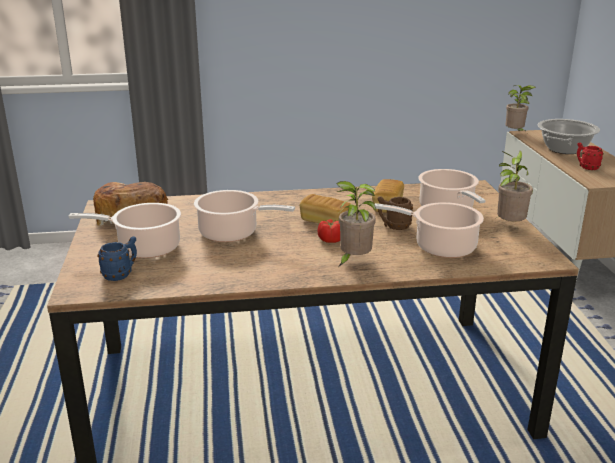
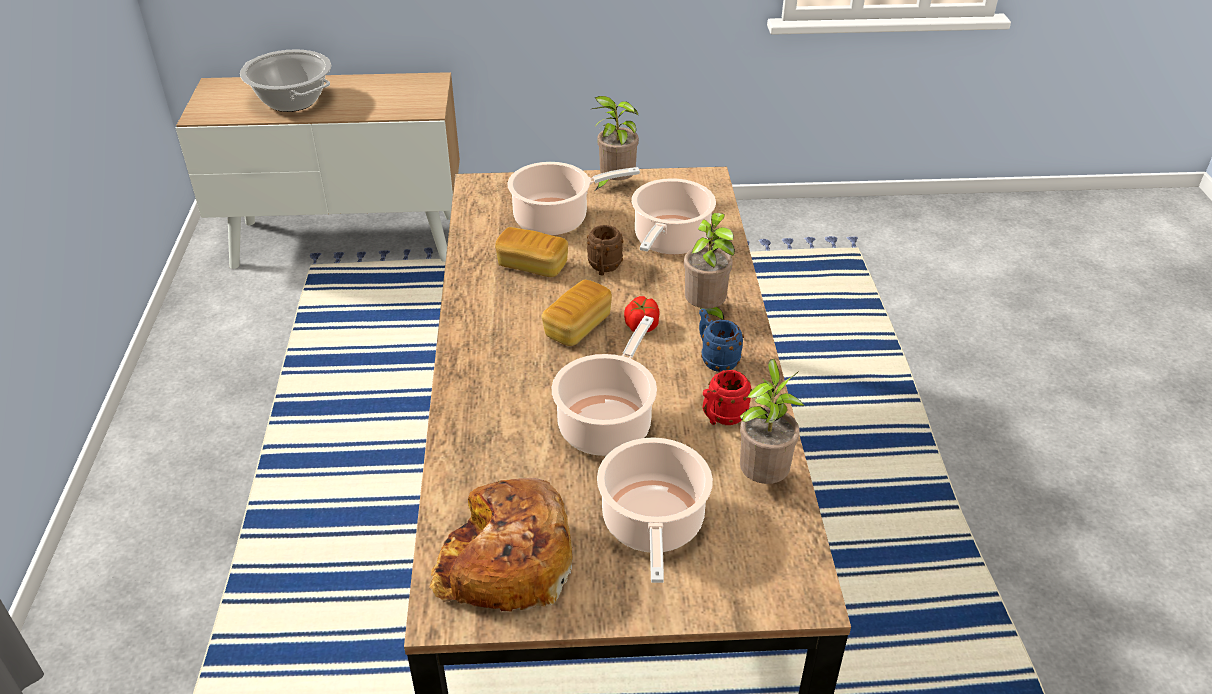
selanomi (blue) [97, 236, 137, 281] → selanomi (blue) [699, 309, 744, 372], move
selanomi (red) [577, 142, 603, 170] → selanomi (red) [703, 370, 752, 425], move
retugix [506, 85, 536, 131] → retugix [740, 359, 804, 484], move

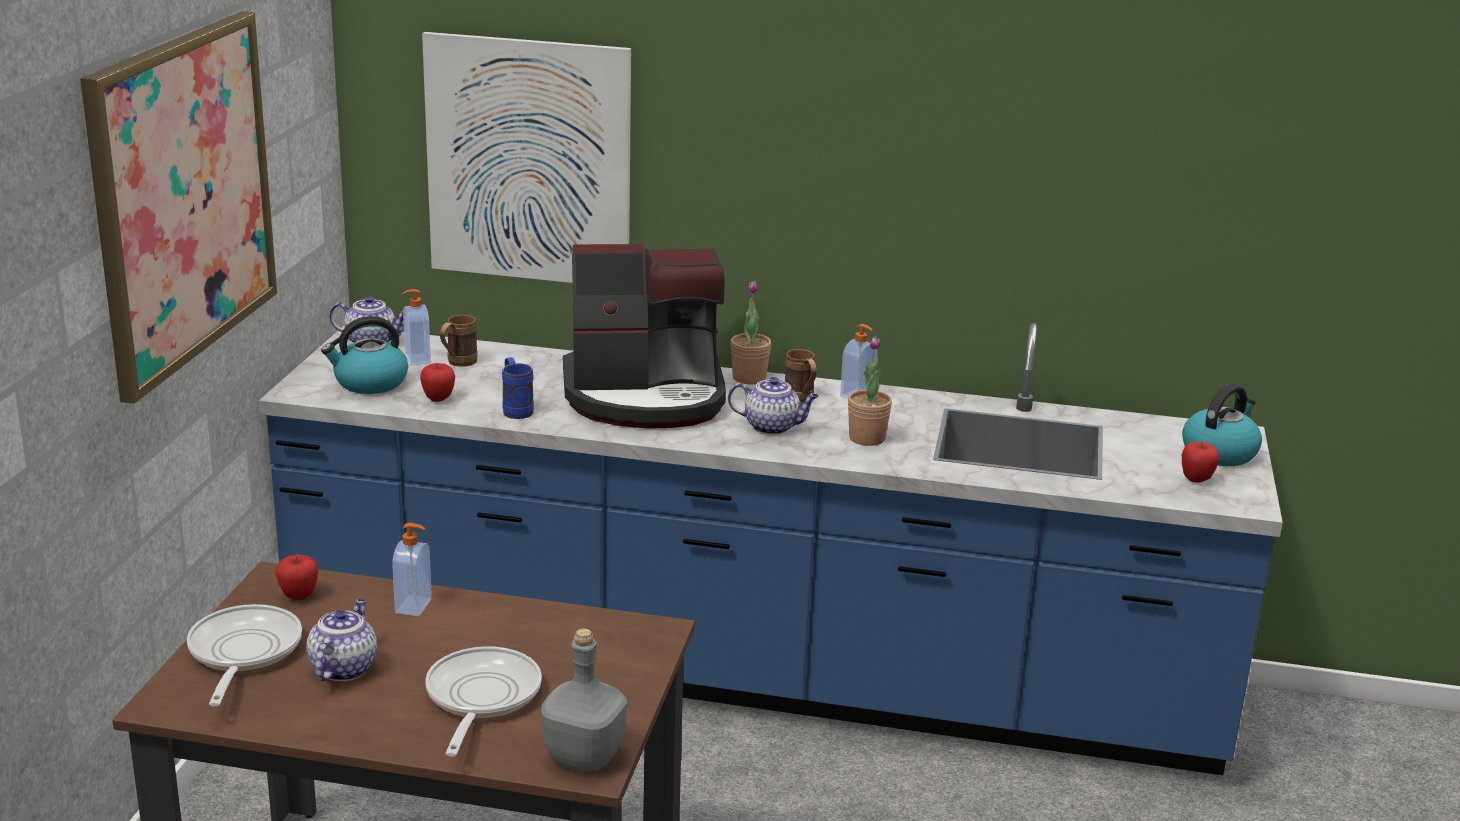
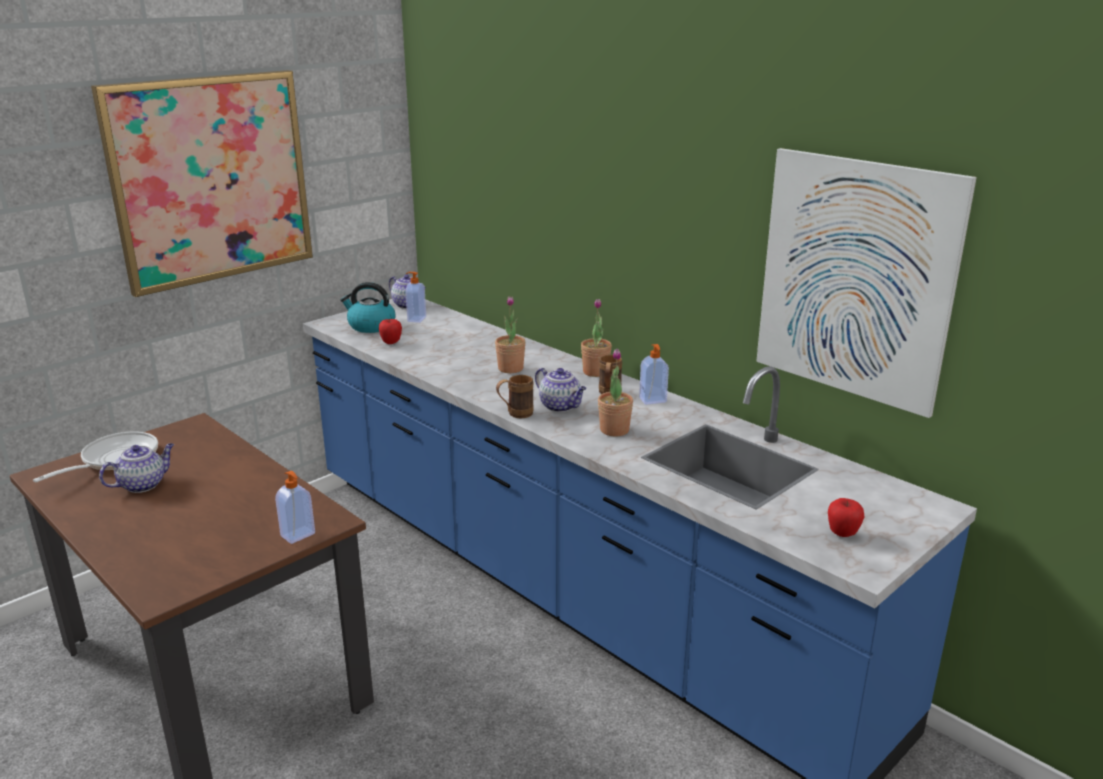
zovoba [392, 523, 432, 616] → zovoba [275, 471, 315, 544], move
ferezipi [563, 244, 726, 429] → retugix [495, 296, 526, 373]
selanomi (brown) [440, 315, 478, 367] → selanomi (brown) [496, 375, 533, 418], move
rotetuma [422, 32, 631, 283] → rotetuma [756, 148, 977, 418], move
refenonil [275, 555, 318, 600] → -
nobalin [425, 646, 542, 756] → -
selanomi (blue) [502, 357, 534, 419] → -
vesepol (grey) [541, 629, 627, 771] → -
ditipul [1182, 384, 1262, 466] → -

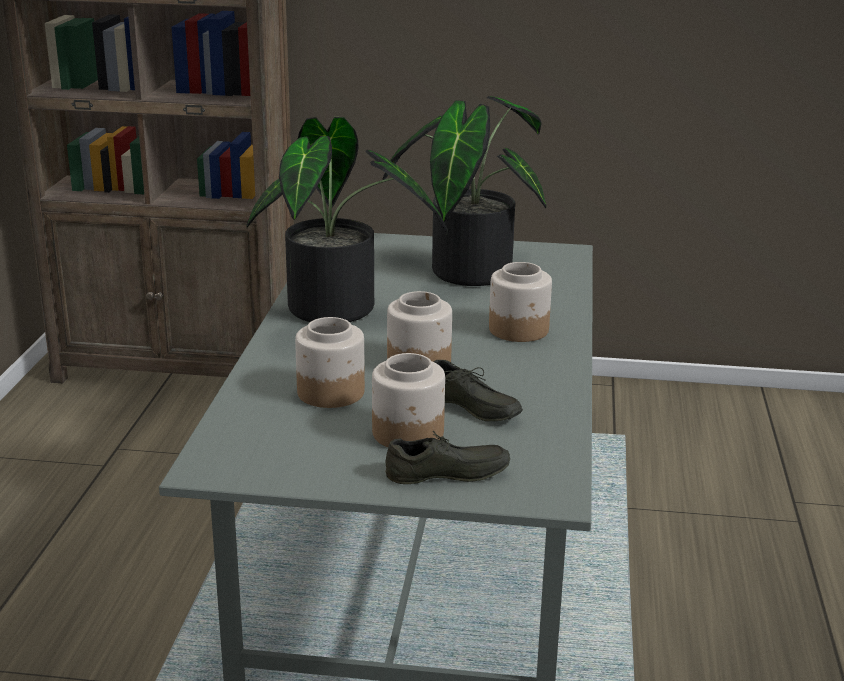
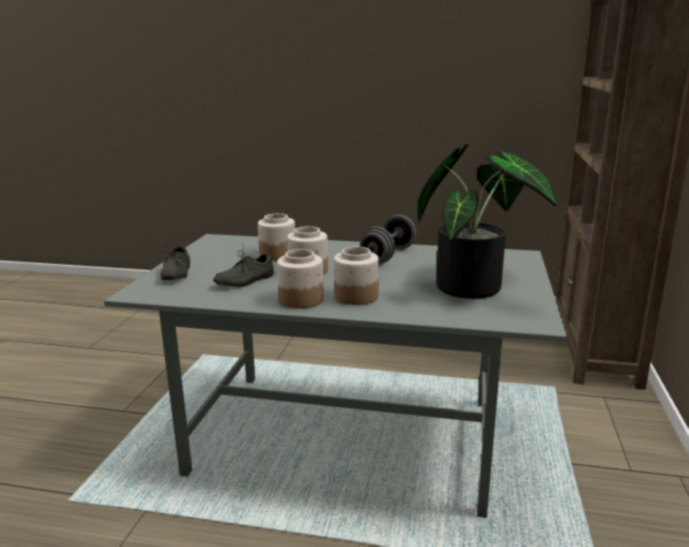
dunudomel [372, 353, 445, 447] → dunudomel [277, 249, 324, 309], move
retugix [246, 117, 448, 322] → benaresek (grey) [360, 215, 416, 264]

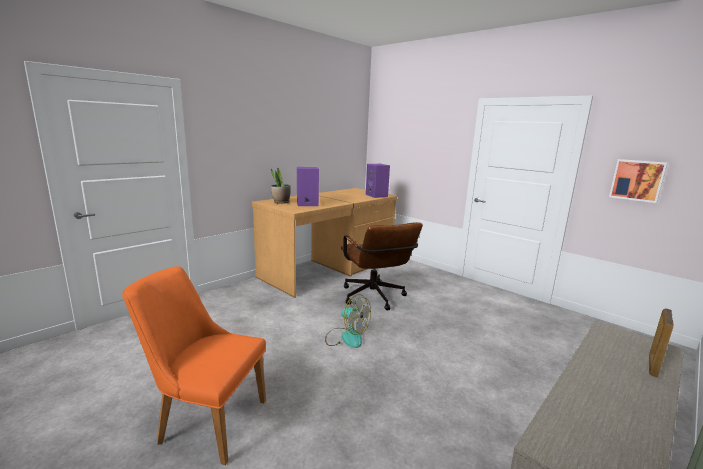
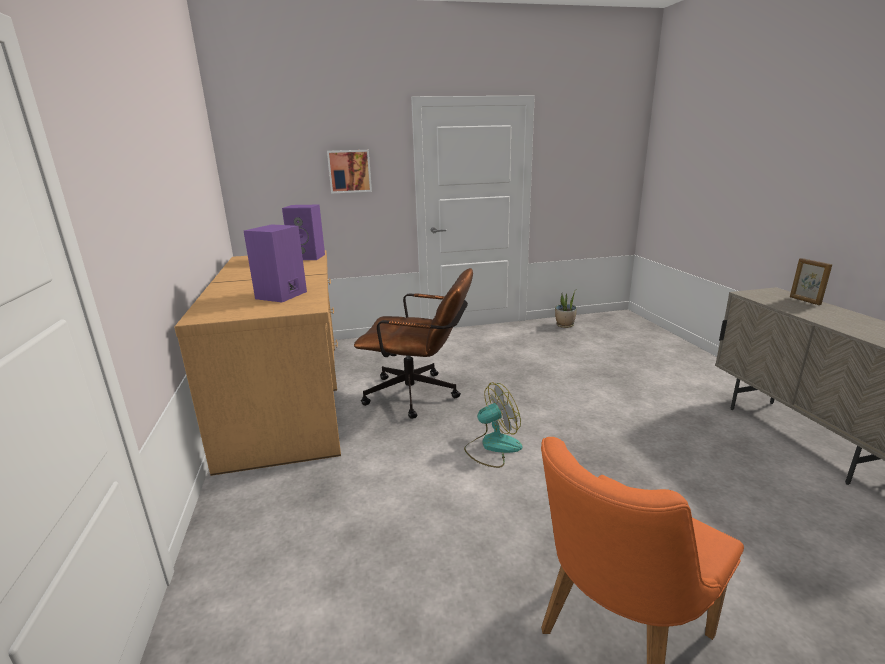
rotetuma [609, 159, 667, 203] → rotetuma [327, 150, 372, 194], move
retugix [271, 167, 291, 204] → retugix [555, 291, 577, 328], move

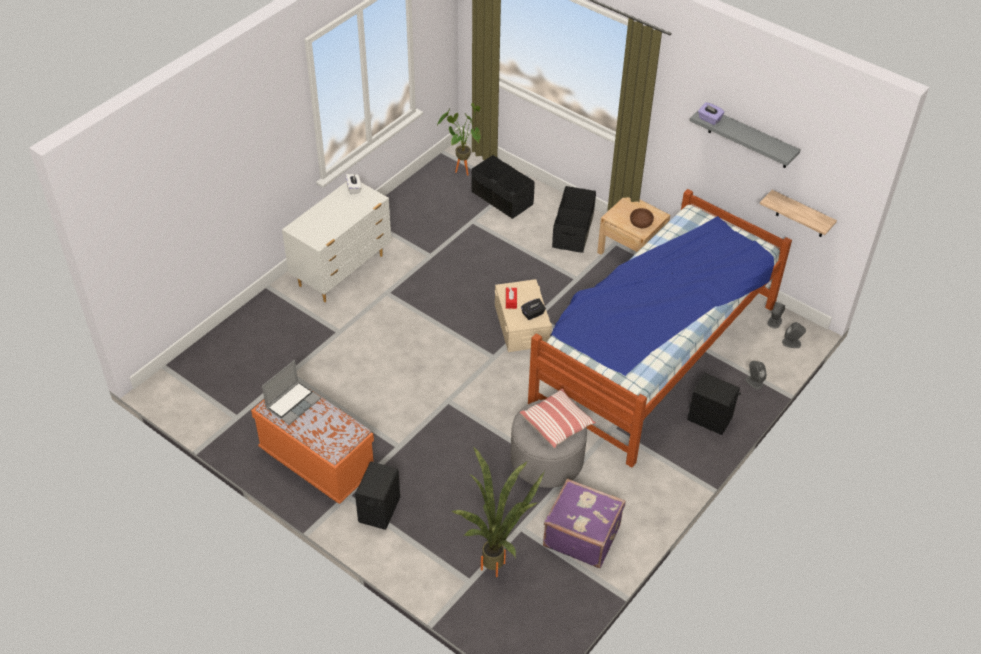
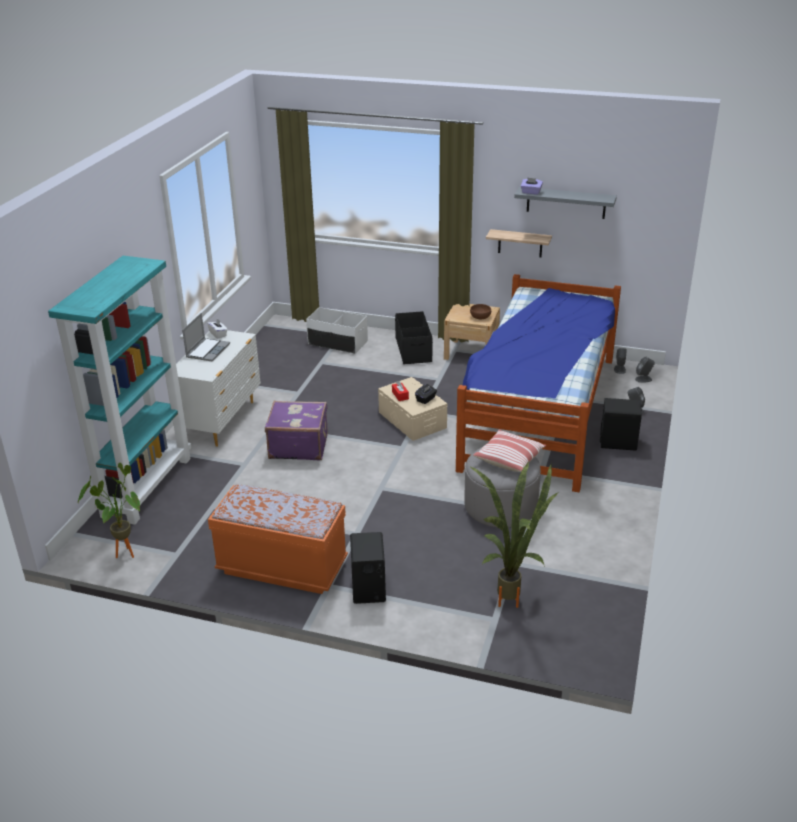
- → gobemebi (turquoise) [48, 256, 191, 525]
retugix [437, 103, 480, 176] → retugix [78, 463, 140, 558], move
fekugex [262, 360, 321, 425] → fekugex [182, 313, 230, 362], move
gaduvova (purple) [543, 478, 626, 568] → gaduvova (purple) [265, 401, 328, 460], move
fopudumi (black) [471, 155, 534, 219] → fopudumi (white) [306, 307, 368, 354]
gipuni [760, 190, 837, 237] → gipuni [486, 229, 552, 257], move

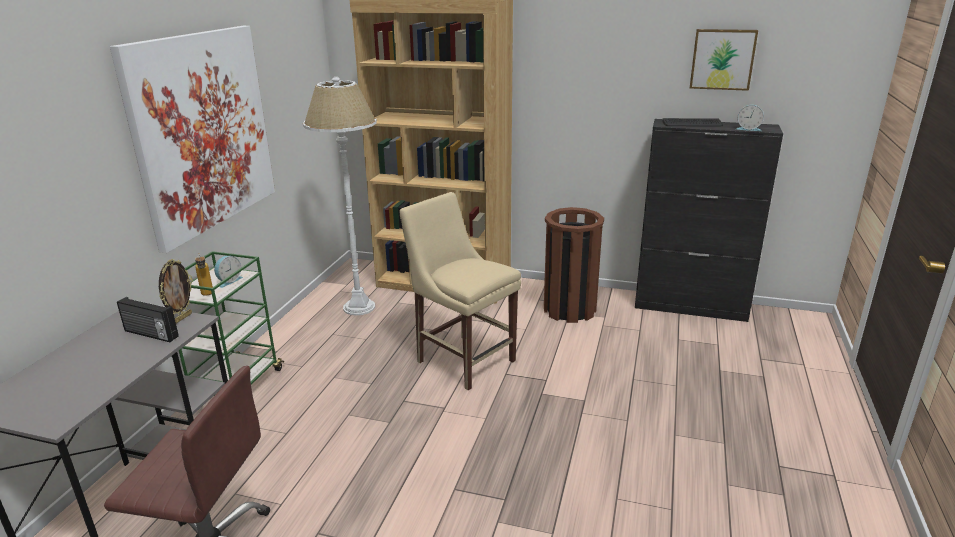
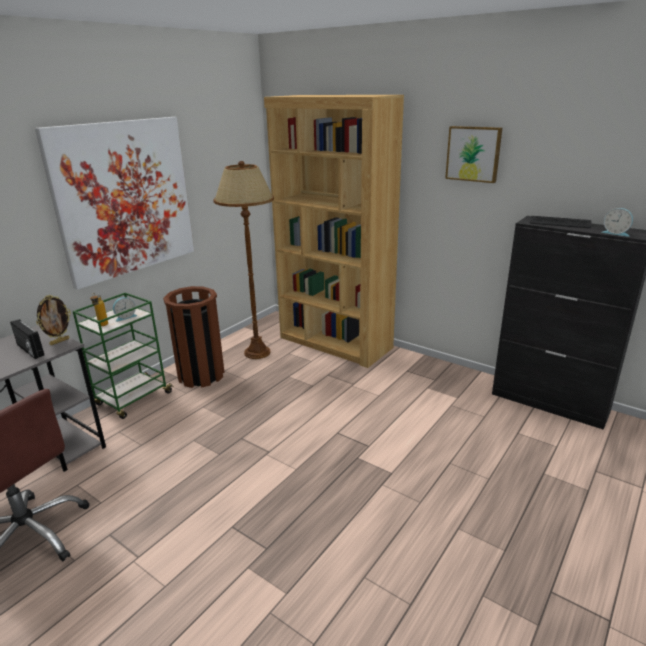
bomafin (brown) [544, 207, 604, 323] → bomafin (brown) [163, 286, 225, 388], move
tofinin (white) [303, 77, 377, 315] → tofinin (brown) [213, 161, 274, 359]
rotetuma [690, 29, 758, 91] → rotetuma [445, 126, 502, 183], move
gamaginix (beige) [399, 192, 521, 390] → -

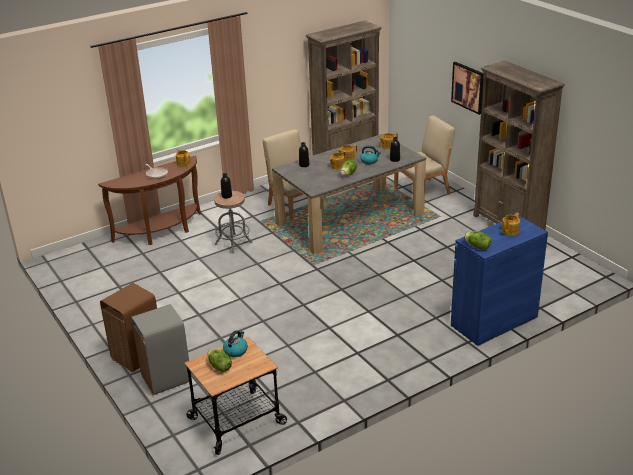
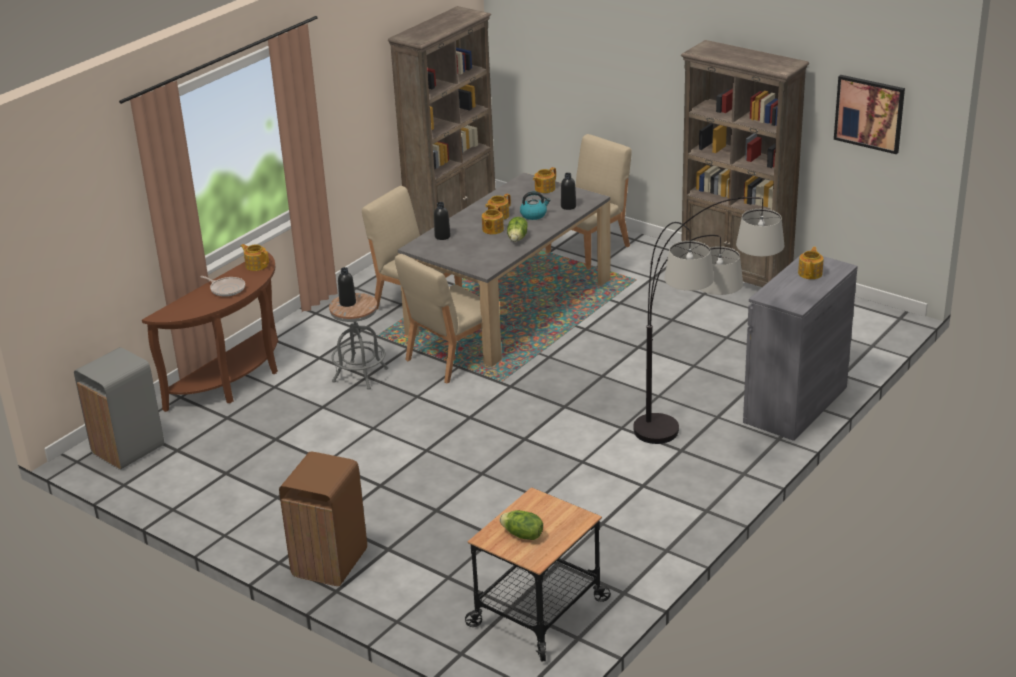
bomafin (grey) [131, 304, 192, 395] → bomafin (grey) [74, 347, 164, 470], move
- → gamaginix (beige) [395, 254, 482, 383]
- → tofinin [633, 197, 784, 444]
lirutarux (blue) [451, 215, 548, 346] → lirutarux (grey) [743, 251, 858, 441]
rotetuma [451, 62, 483, 115] → rotetuma [834, 75, 905, 154], move
ditipul [223, 330, 248, 357] → -
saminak [464, 231, 491, 250] → -

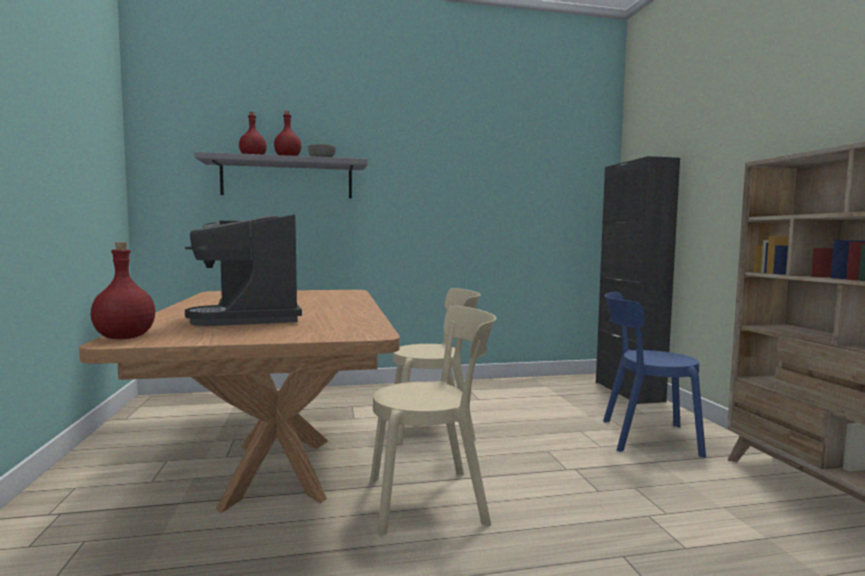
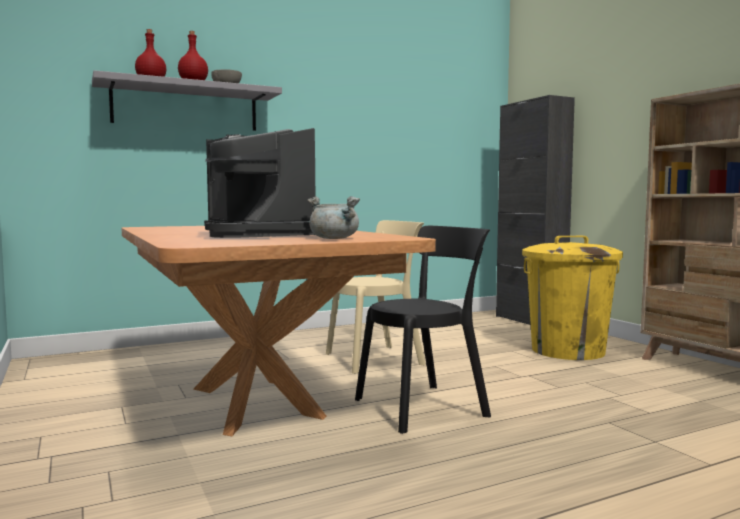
- → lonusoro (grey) [308, 196, 360, 239]
gamaginix (beige) [370, 306, 496, 536] → gamaginix (black) [355, 226, 491, 434]
gamaginix (blue) [603, 292, 706, 458] → bomafin (yellow) [522, 236, 623, 360]
vesepol (red) [91, 242, 155, 339] → -

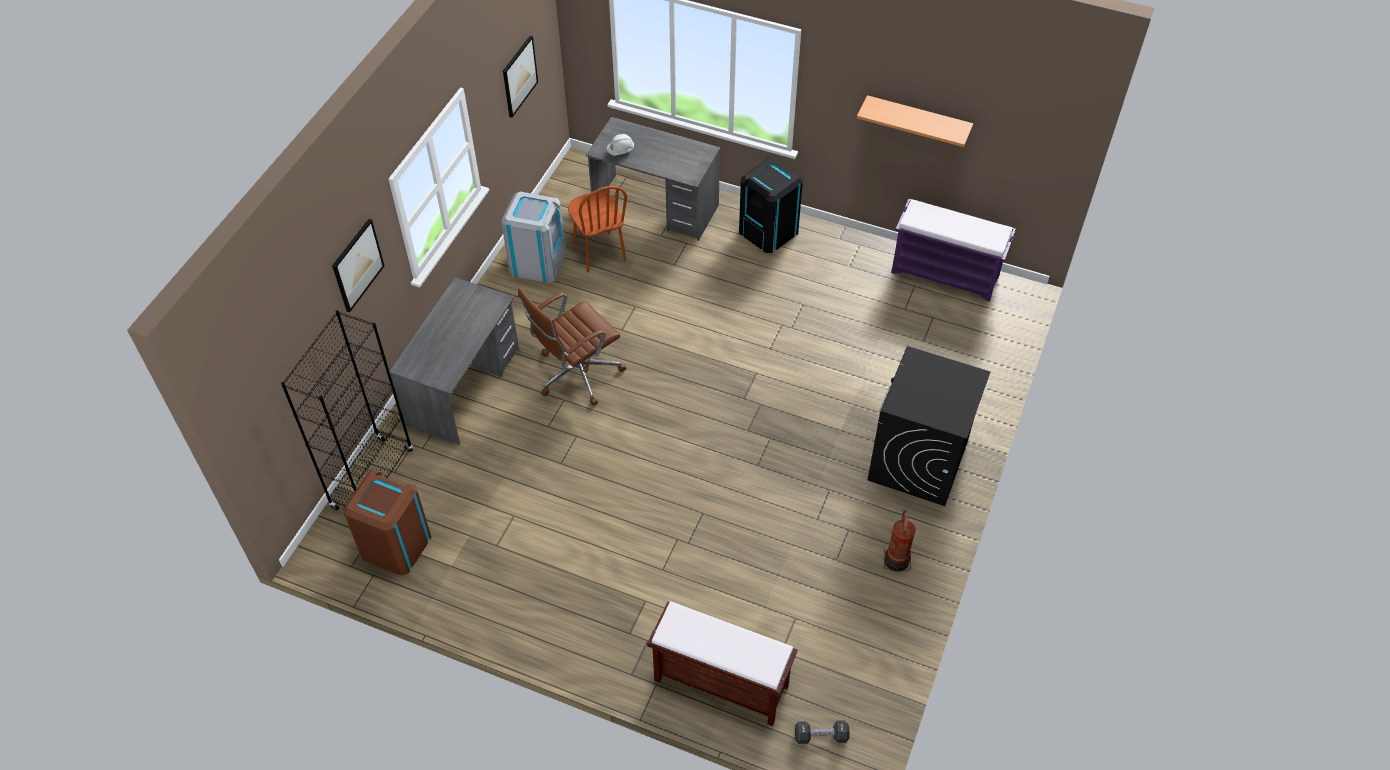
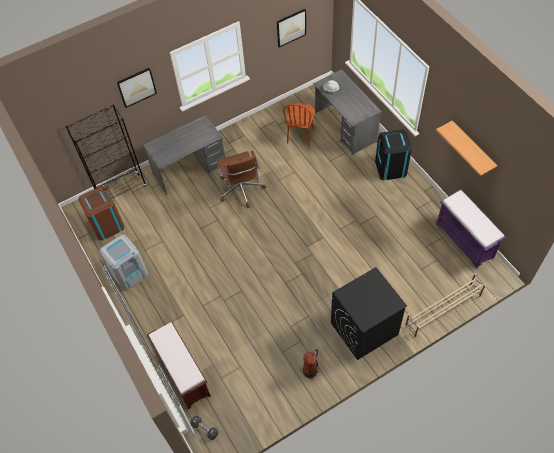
bomafin (grey) [501, 191, 566, 283] → bomafin (grey) [99, 234, 148, 291], move
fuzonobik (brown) [518, 288, 626, 406] → fuzonobik (brown) [217, 151, 266, 208], 105 degrees counterclockwise
- → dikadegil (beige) [405, 274, 485, 337]

